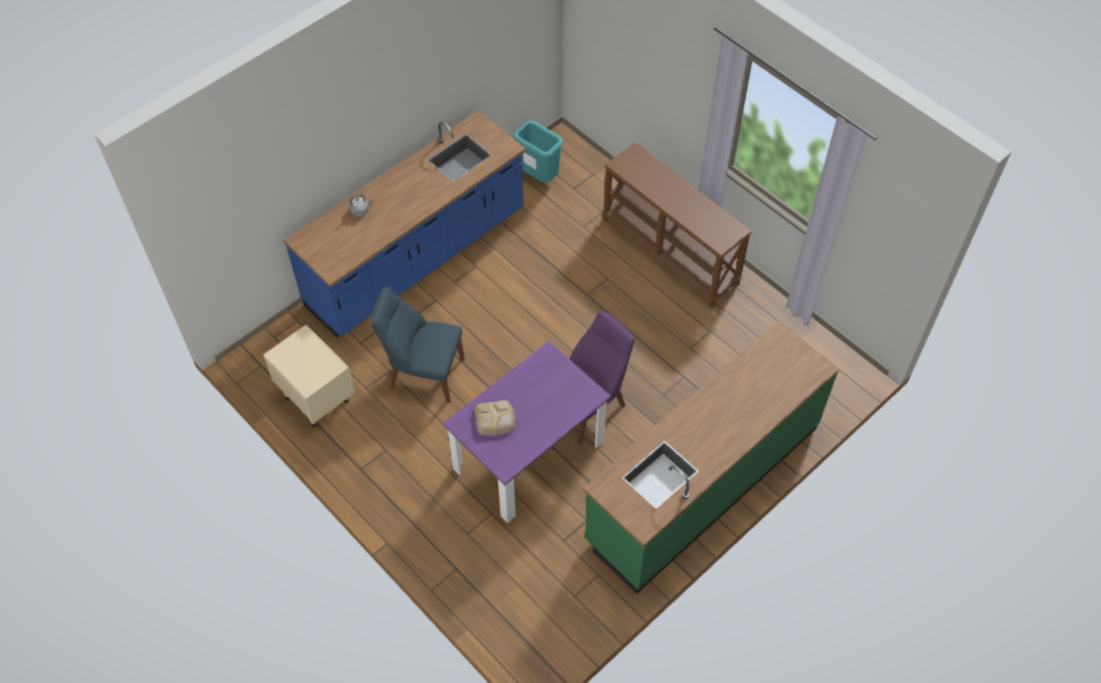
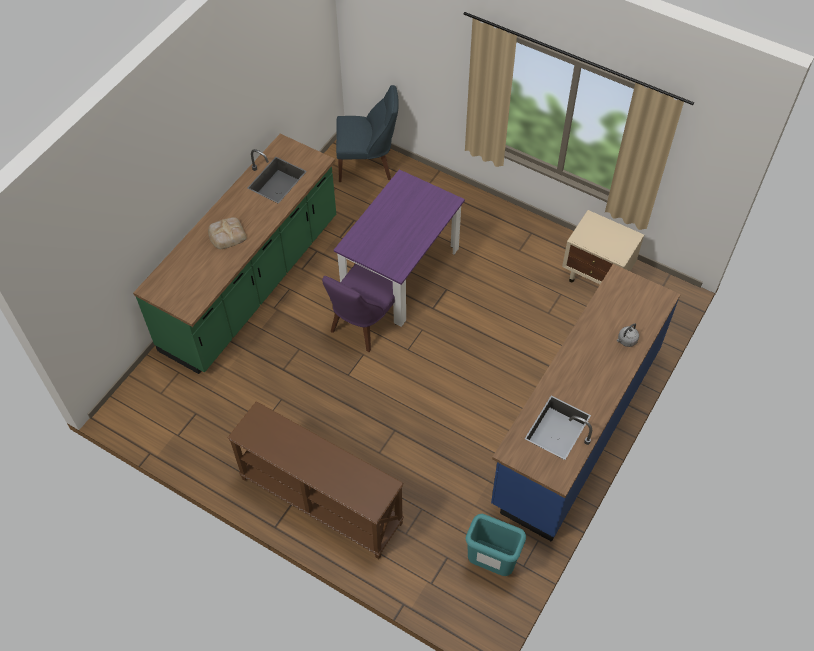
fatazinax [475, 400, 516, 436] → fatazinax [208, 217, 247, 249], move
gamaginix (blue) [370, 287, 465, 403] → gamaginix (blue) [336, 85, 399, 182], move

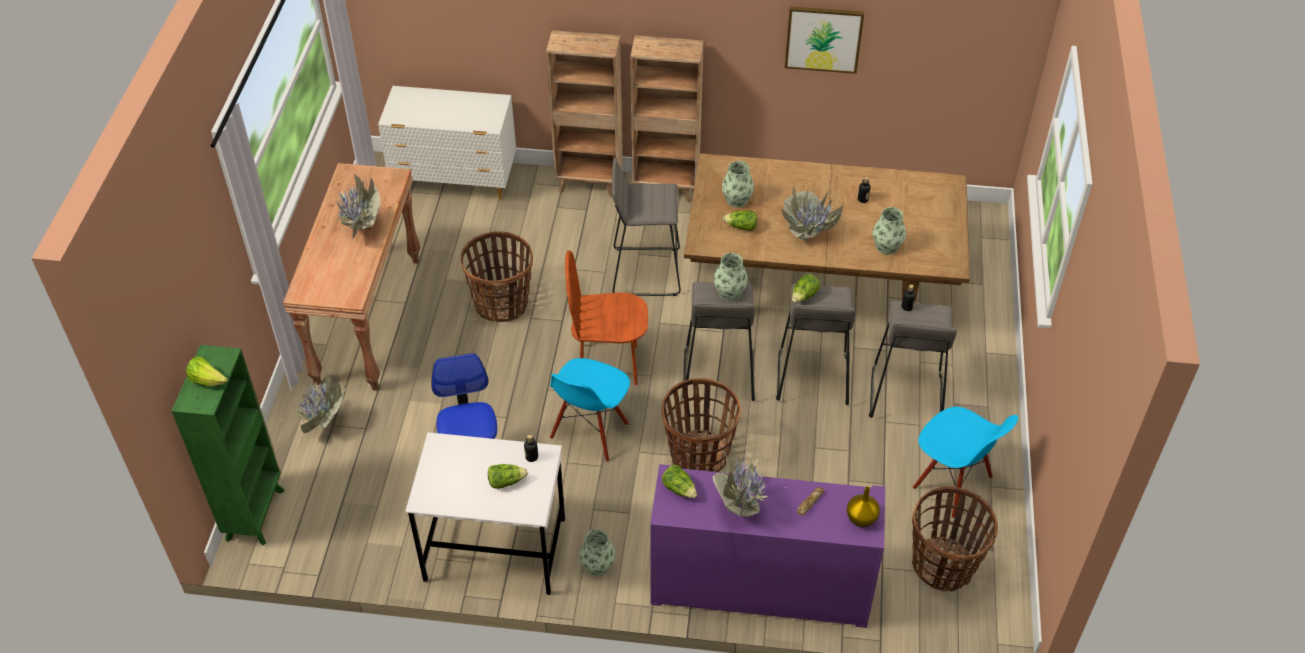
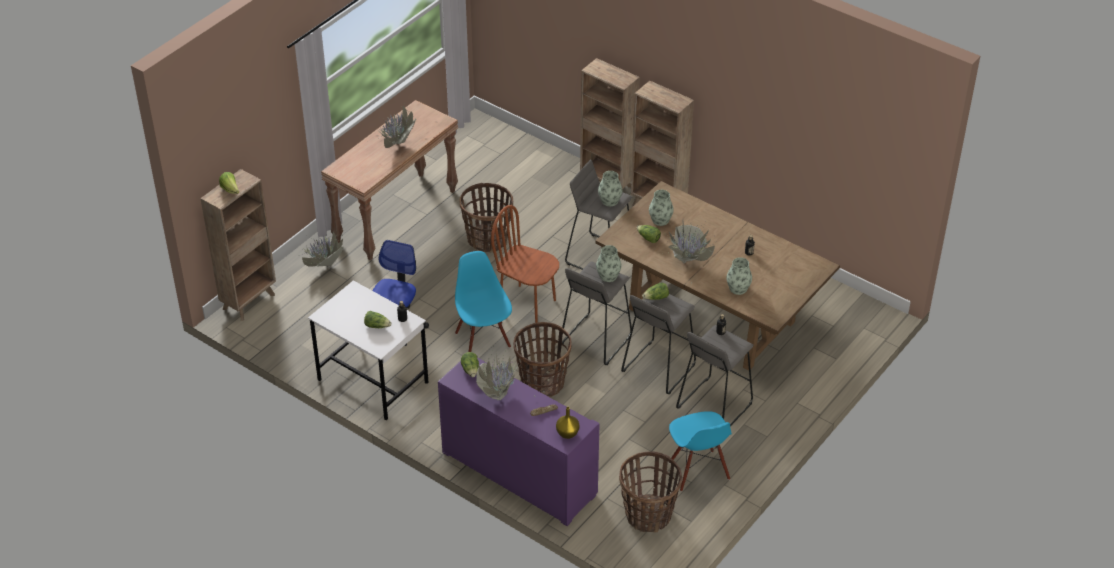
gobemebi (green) [172, 345, 285, 546] → gobemebi (brown) [200, 169, 276, 321]
gamaginix (blue) [550, 358, 630, 462] → gamaginix (blue) [455, 251, 512, 352], 105 degrees clockwise
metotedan [579, 529, 615, 576] → metotedan [598, 171, 622, 206], move
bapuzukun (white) [378, 86, 516, 200] → -
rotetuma [785, 6, 864, 74] → -

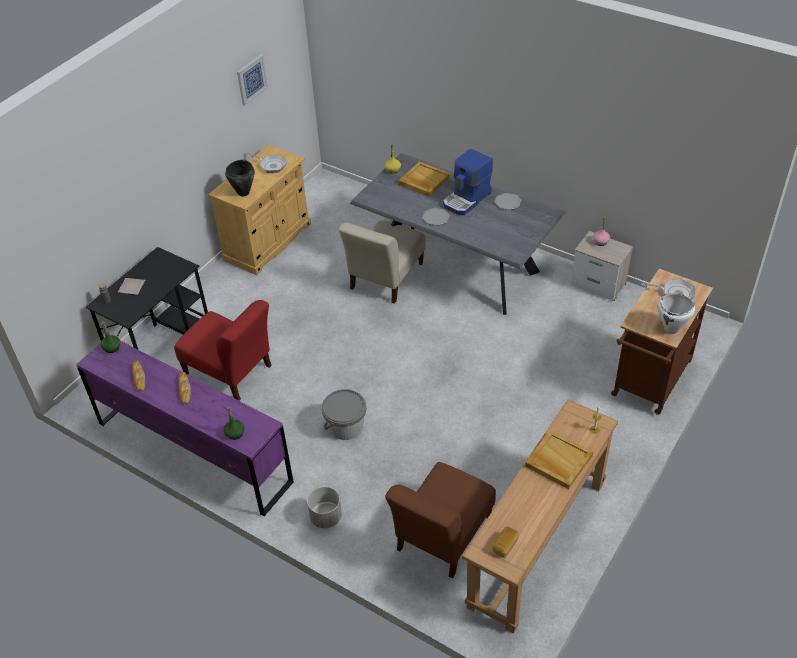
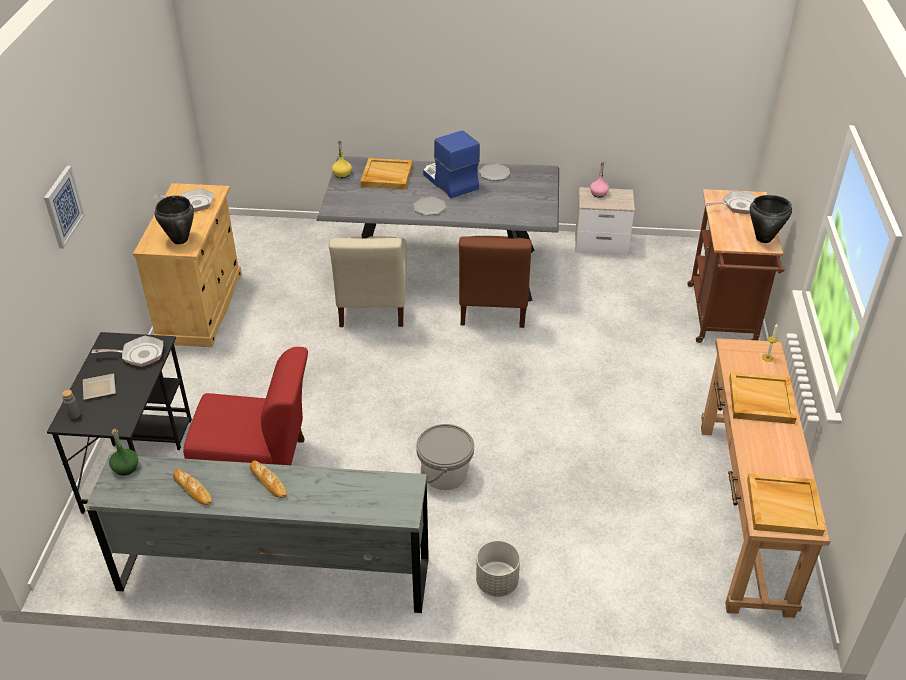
rotetuma [237, 54, 268, 106] → rotetuma [44, 166, 85, 249], move
bapuzukun (purple) [76, 341, 294, 517] → bapuzukun (grey) [86, 454, 429, 613]
- → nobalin [92, 336, 163, 367]
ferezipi [443, 149, 493, 215] → ferezipi [423, 131, 480, 198], 135 degrees clockwise
gamaginix (brown) [385, 462, 496, 578] → gamaginix (brown) [459, 236, 532, 328], move
fatazinax [492, 526, 519, 557] → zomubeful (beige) [747, 473, 825, 536]
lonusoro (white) [658, 293, 695, 334] → lonusoro (black) [749, 195, 792, 243]
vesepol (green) [223, 407, 245, 440] → -

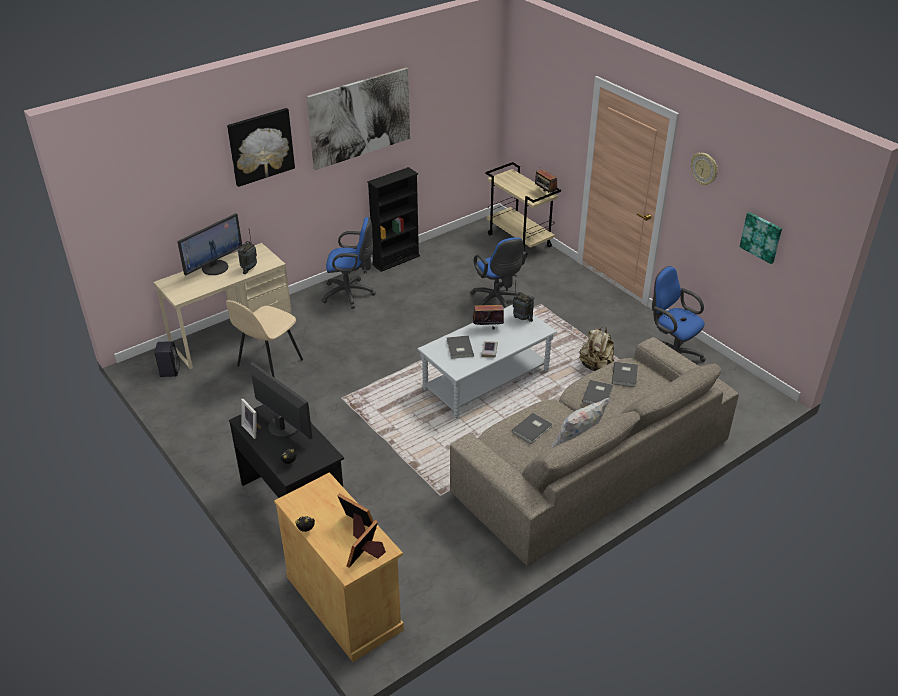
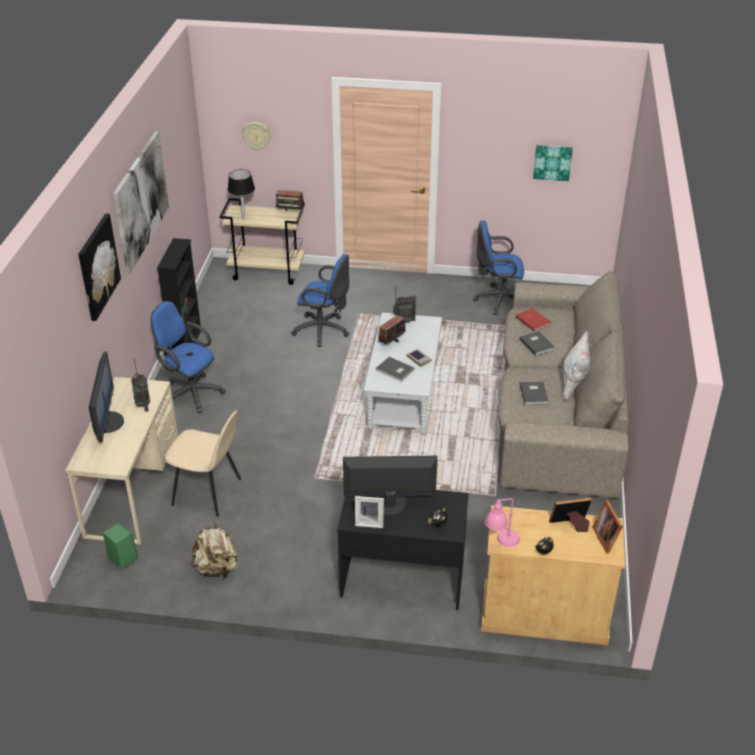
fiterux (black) [154, 341, 180, 377] → fiterux (green) [103, 523, 138, 569]
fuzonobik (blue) [321, 217, 376, 309] → fuzonobik (blue) [151, 301, 225, 413], 105 degrees counterclockwise
gamaginix (beige) [226, 300, 303, 378] → gamaginix (beige) [165, 410, 241, 517], 60 degrees counterclockwise
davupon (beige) [579, 326, 614, 372] → davupon (beige) [191, 522, 238, 578], move
- → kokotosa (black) [227, 169, 255, 219]
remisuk [691, 153, 718, 185] → remisuk [242, 122, 271, 150], move
- → kokotosa (pink) [485, 498, 520, 547]
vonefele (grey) [612, 362, 638, 387] → vonefele (red) [515, 308, 551, 332]

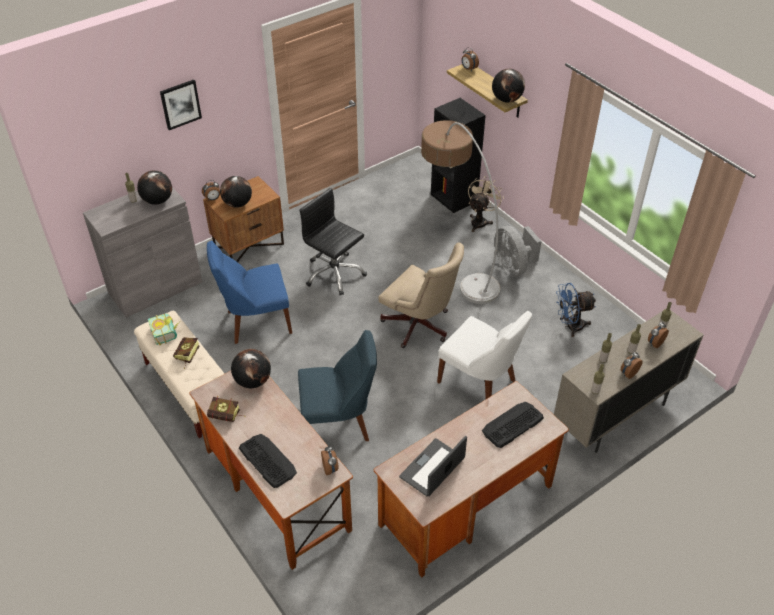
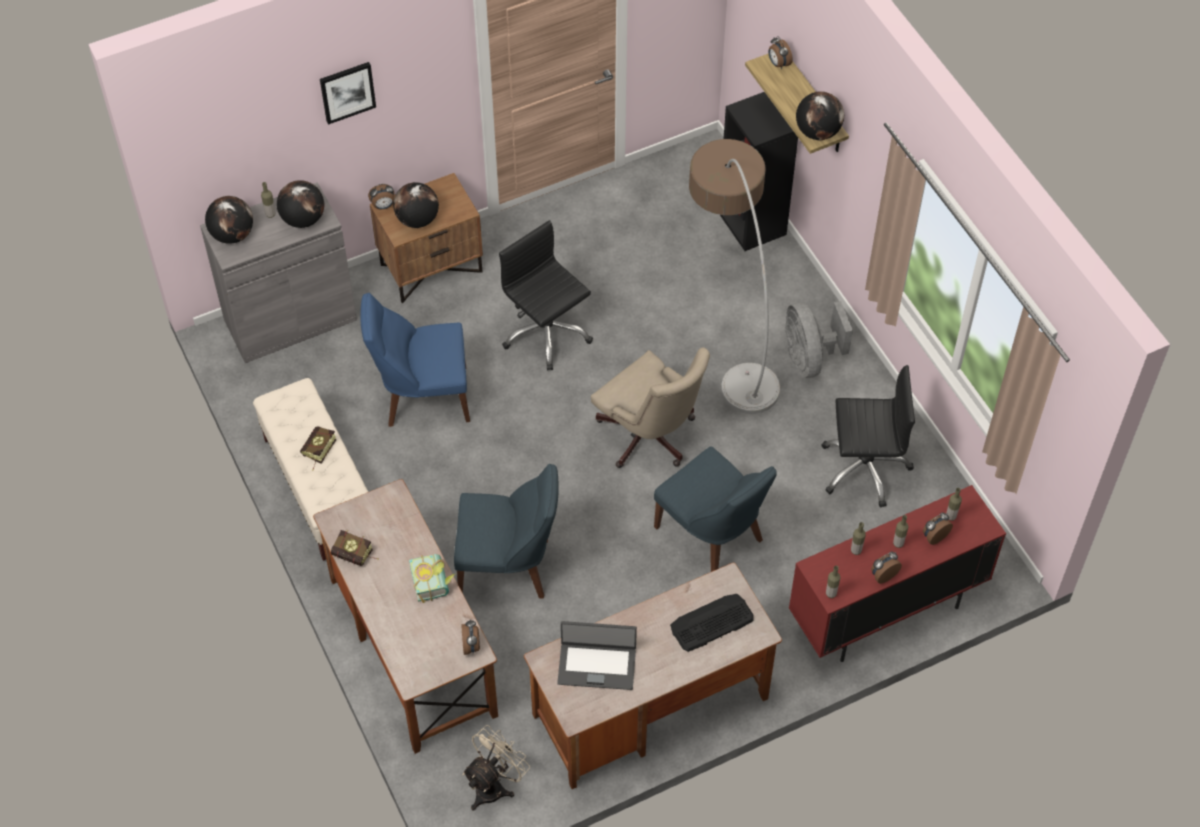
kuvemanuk [231, 349, 271, 388] → kuvemanuk [205, 196, 253, 244], move
vonefele [148, 313, 178, 345] → vonefele [409, 554, 455, 603], move
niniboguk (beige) [468, 176, 504, 232] → niniboguk (beige) [462, 725, 530, 811], move
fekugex [399, 436, 467, 496] → fekugex [557, 621, 637, 690], 135 degrees counterclockwise
gamaginix (white) [437, 311, 532, 399] → gamaginix (blue) [654, 446, 777, 572]
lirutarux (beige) [554, 310, 704, 453] → lirutarux (red) [789, 485, 1006, 662]
niniboguk (blue) [556, 283, 596, 337] → fuzonobik (black) [821, 365, 915, 508]
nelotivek [239, 434, 297, 488] → -

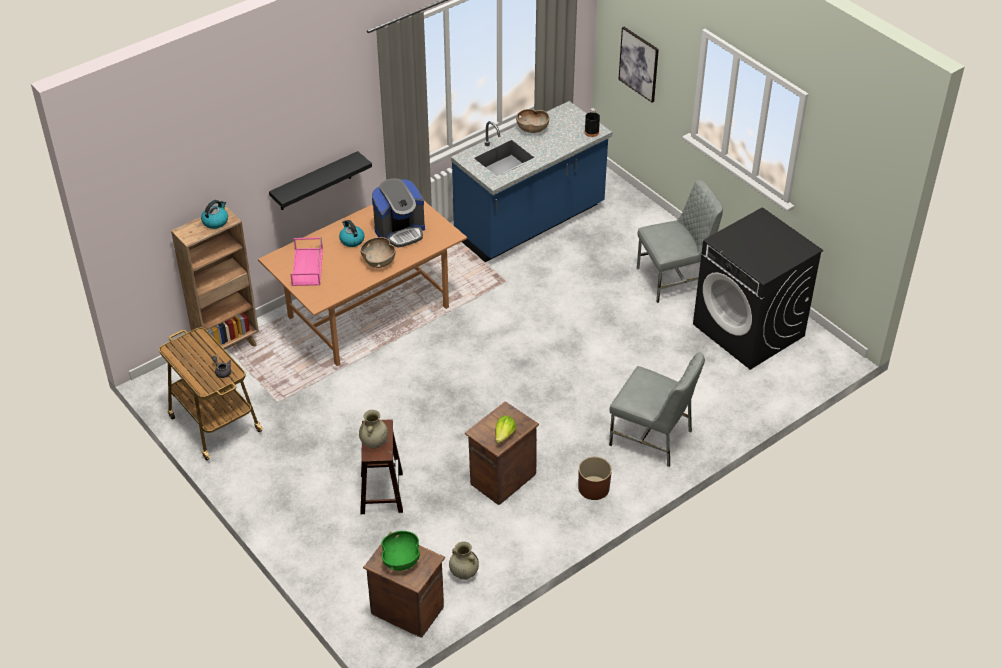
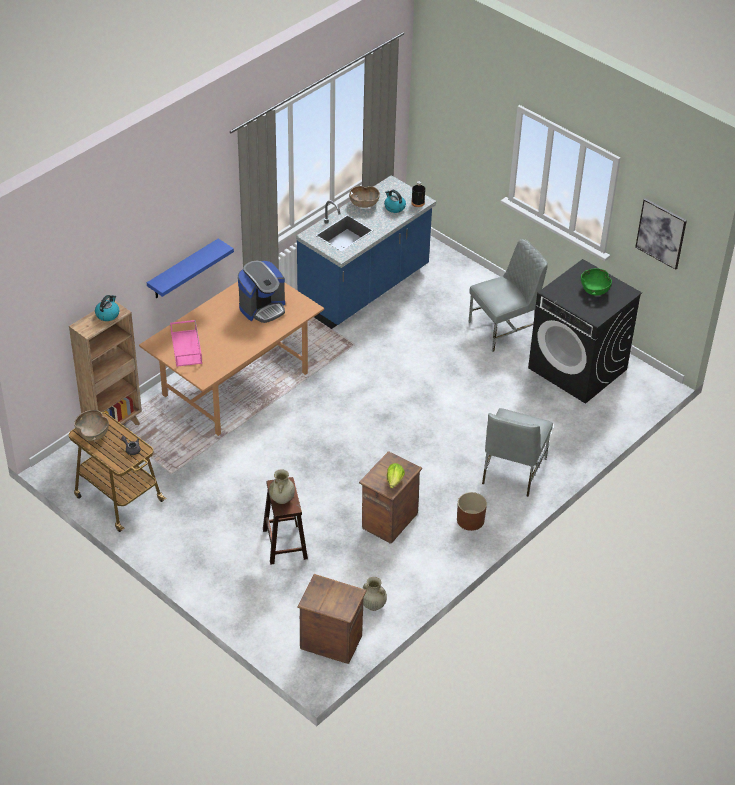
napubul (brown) [360, 237, 396, 268] → napubul (brown) [74, 410, 109, 441], move
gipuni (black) [269, 151, 372, 210] → gipuni (blue) [147, 239, 234, 299]
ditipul [339, 220, 365, 247] → ditipul [384, 190, 406, 213], move
gamaginix (grey) [609, 352, 705, 467] → gamaginix (grey) [482, 408, 553, 497], 90 degrees clockwise
napubul (green) [381, 531, 420, 571] → napubul (green) [581, 268, 612, 296], move
rotetuma [618, 27, 659, 103] → rotetuma [635, 198, 687, 270], move

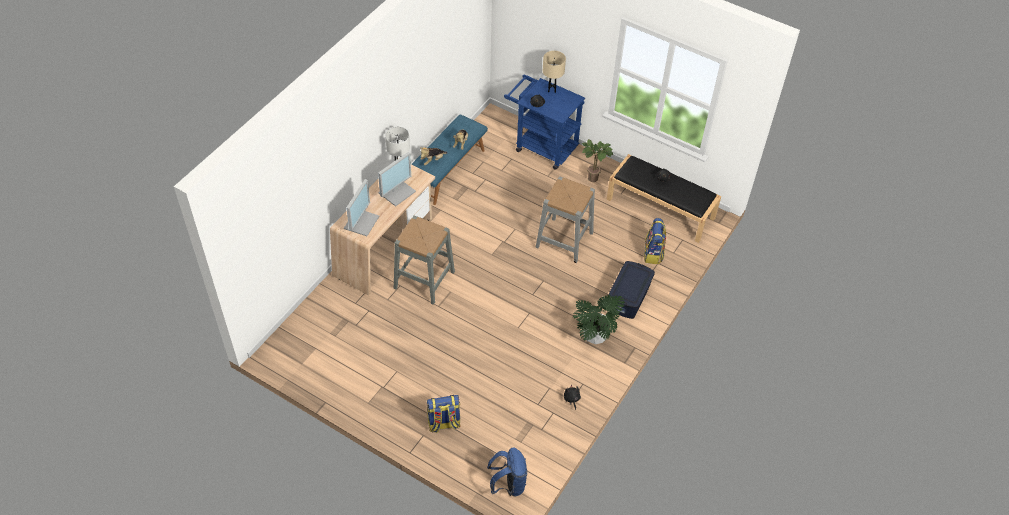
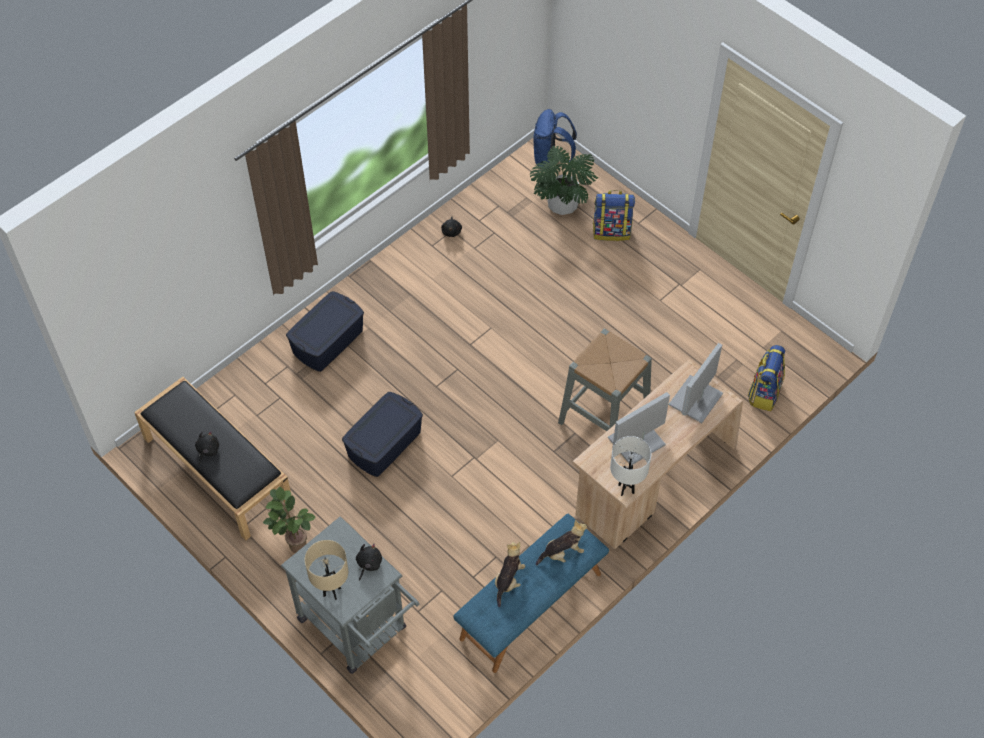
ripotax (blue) [504, 74, 585, 170] → ripotax (grey) [281, 516, 420, 674]
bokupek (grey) [535, 176, 595, 263] → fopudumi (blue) [342, 392, 423, 477]
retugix [573, 295, 624, 344] → retugix [530, 146, 598, 215], move
davupon [644, 218, 666, 264] → davupon [748, 345, 785, 411], move

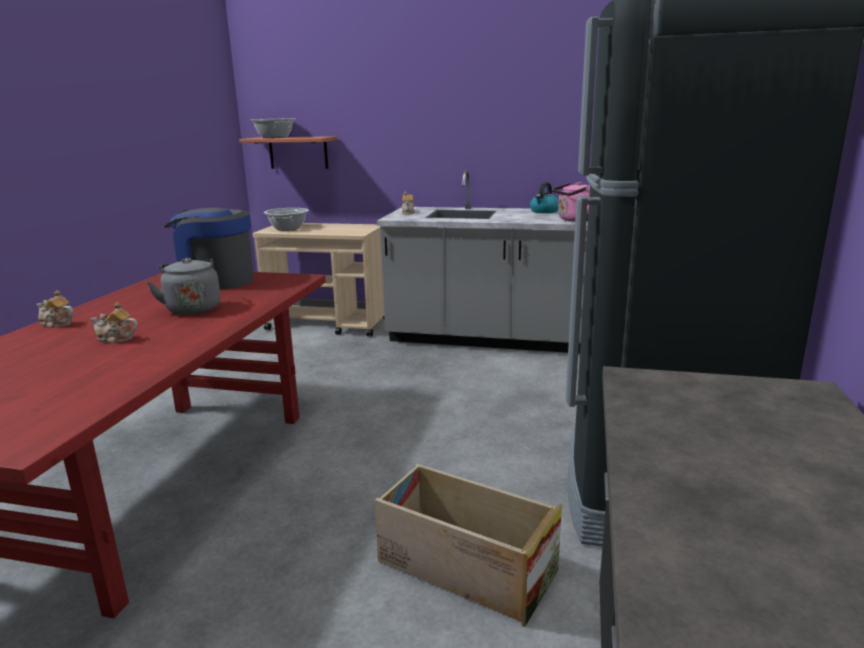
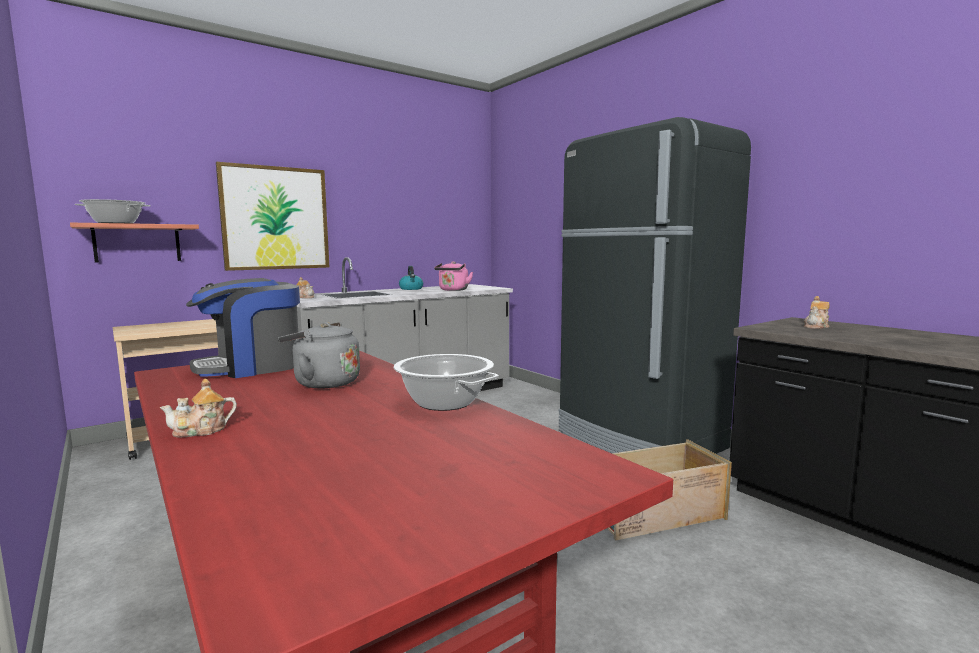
- → rotetuma [216, 162, 329, 271]
lonusoro [264, 208, 309, 231] → lonusoro [394, 354, 499, 411], move
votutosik [91, 302, 138, 343] → votutosik [804, 296, 830, 329], move

